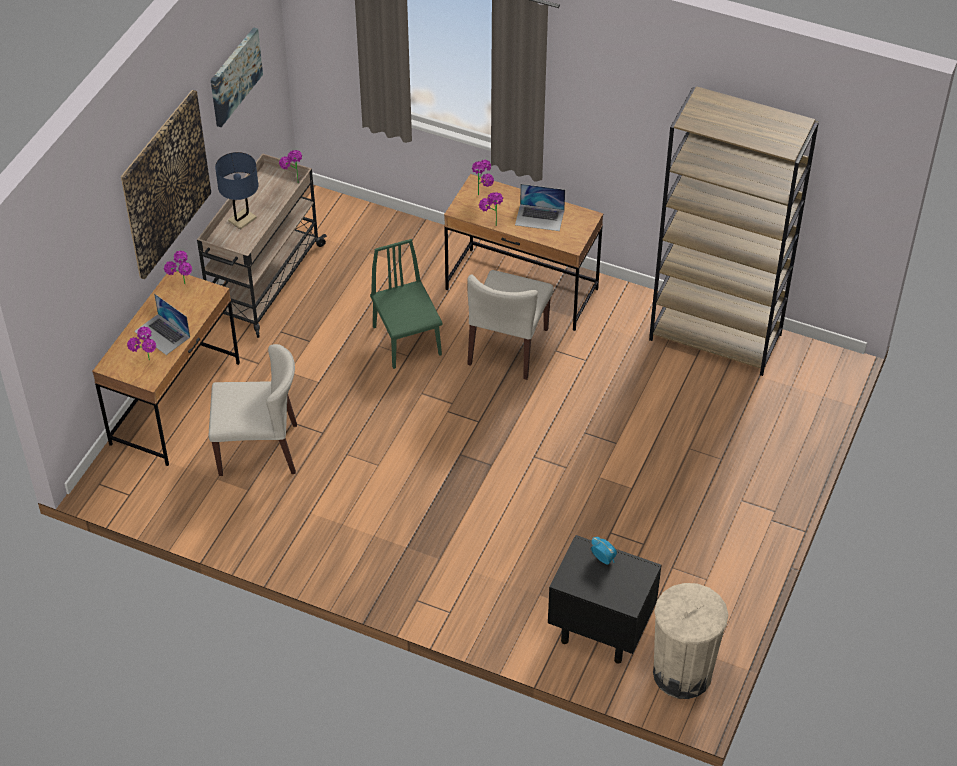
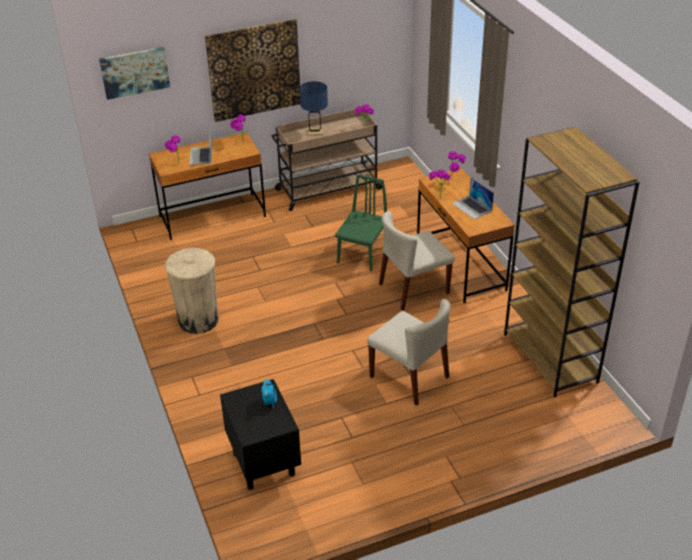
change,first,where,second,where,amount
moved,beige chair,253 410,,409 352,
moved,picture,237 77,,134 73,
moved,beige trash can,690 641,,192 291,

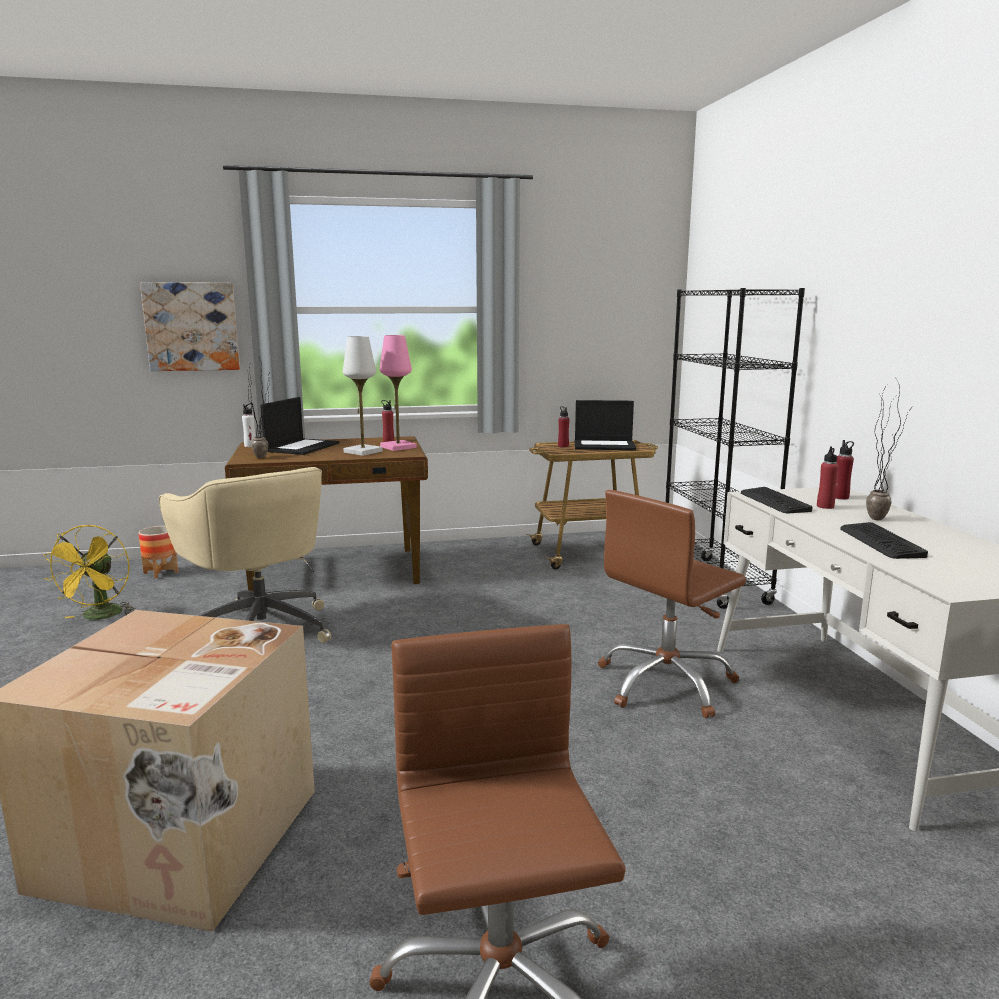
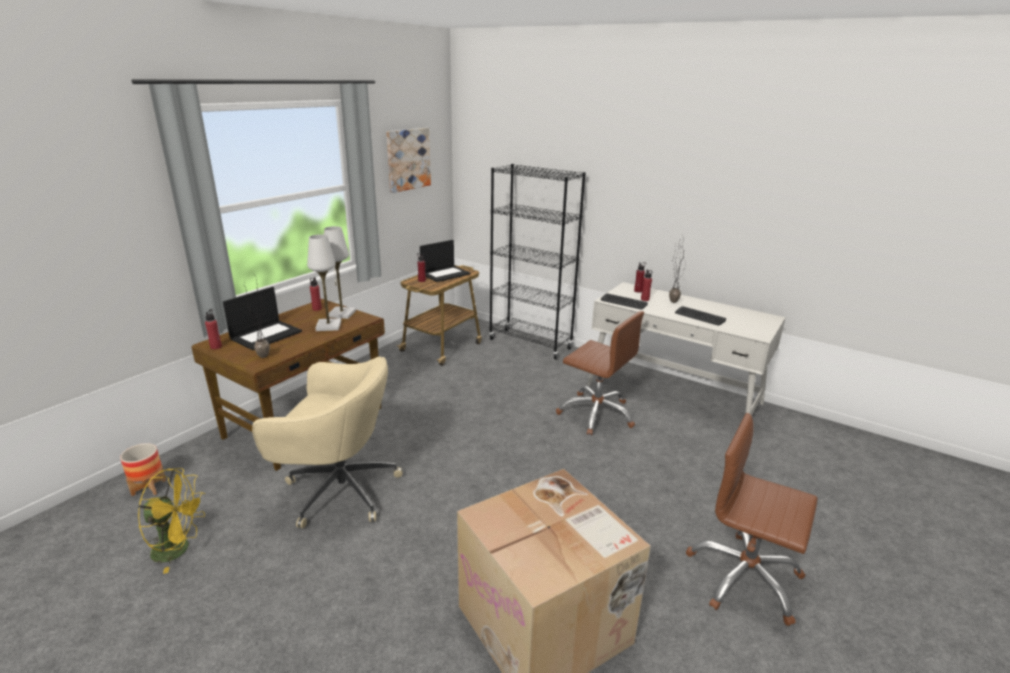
change,first,where,second,where,amount
moved,picture,190 326,,408 160,
recoloured,white bottle,249 425,red bottle,213 329,
recoloured,pink table lamp,398 393,white table lamp,340 272,
turned,yellow fan,89 572,,171 521,45 degrees counterclockwise
turned,laptop,299 426,,262 318,60 degrees clockwise
turned,brown office chair,672 604,,600 373,60 degrees counterclockwise

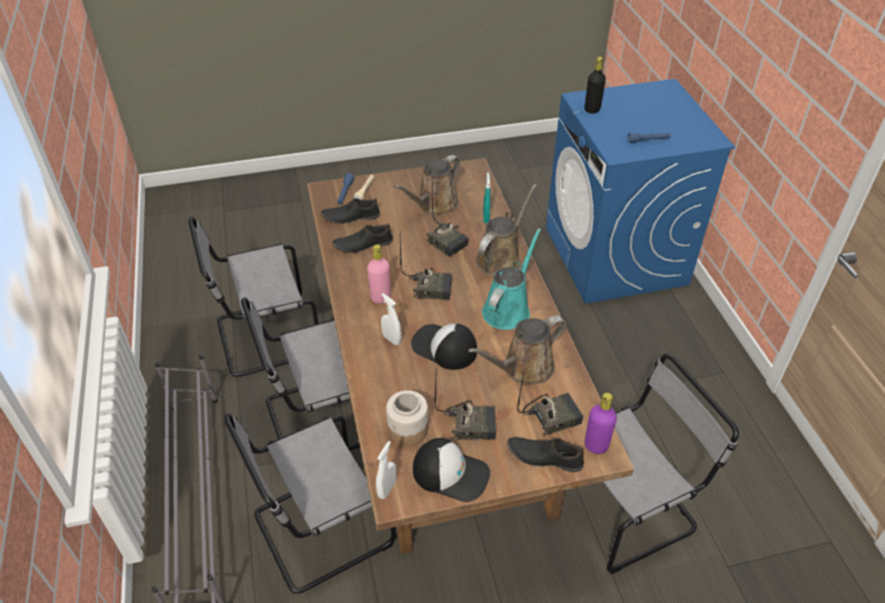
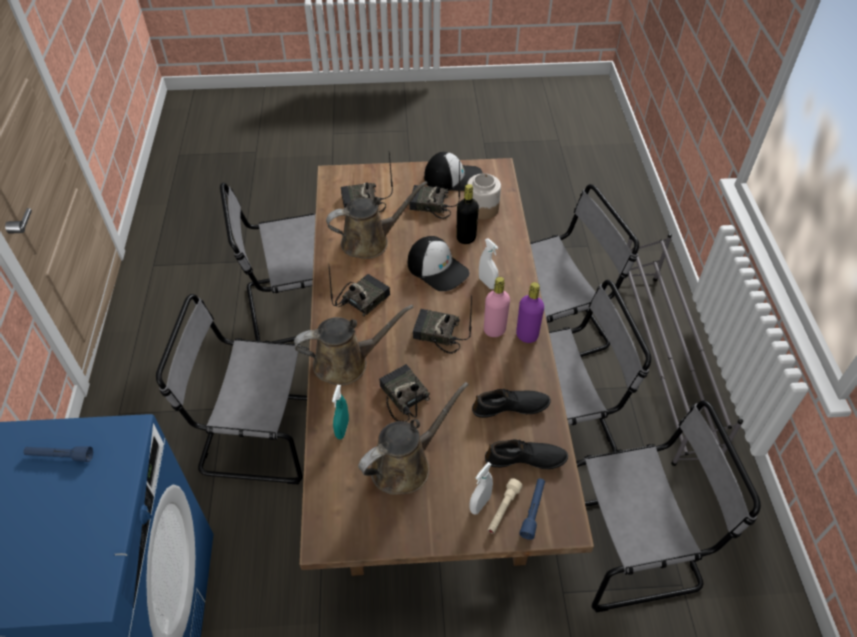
change,first,where,second,where,amount
removed,black shoe,545 454,,,
added,,,grey chair,232 389,
moved,white spray bottle,386 470,,481 488,
moved,black bottle,595 85,,467 214,
moved,purple bottle,601 423,,530 312,
replaced,turquoise watering can,511 279,radio,359 292,
turned,cap,451 470,,453 171,150 degrees clockwise
turned,brown watering can,506 230,,354 345,150 degrees counterclockwise

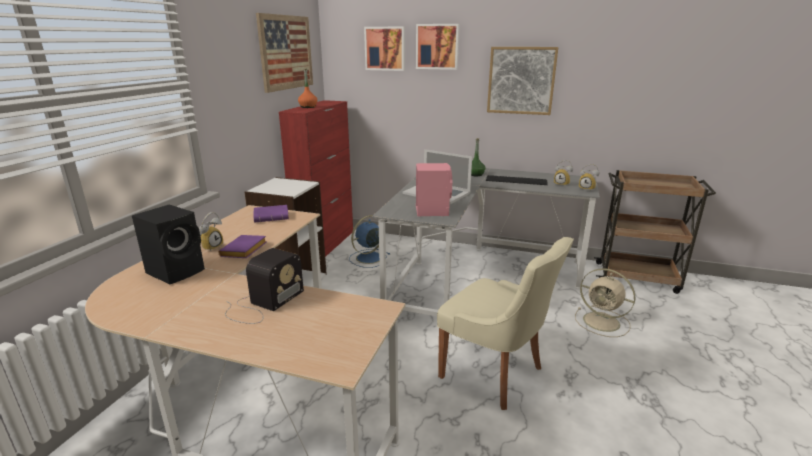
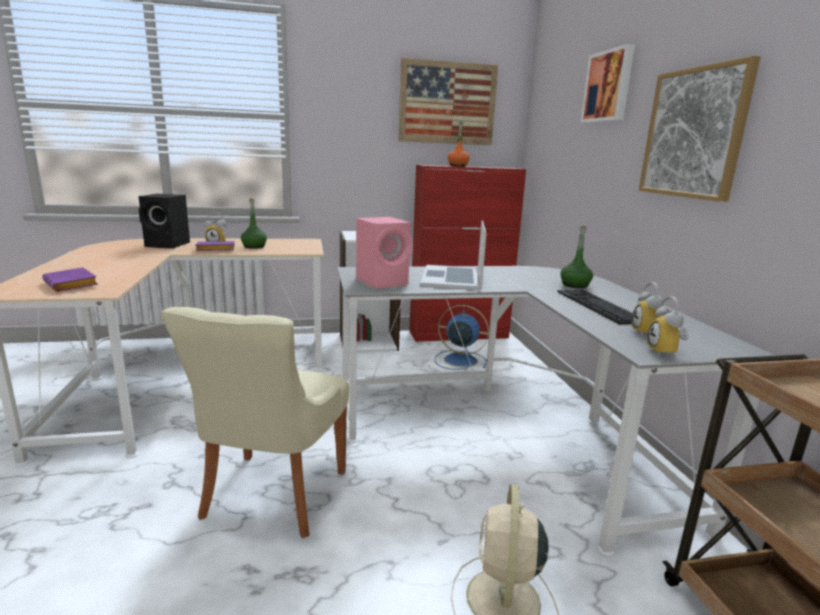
change,first,where,second,where,amount
removed,radio,264 286,,,
removed,picture,384 49,,,
added,,,green bottle,254 223,
moved,purple book,271 214,,70 279,

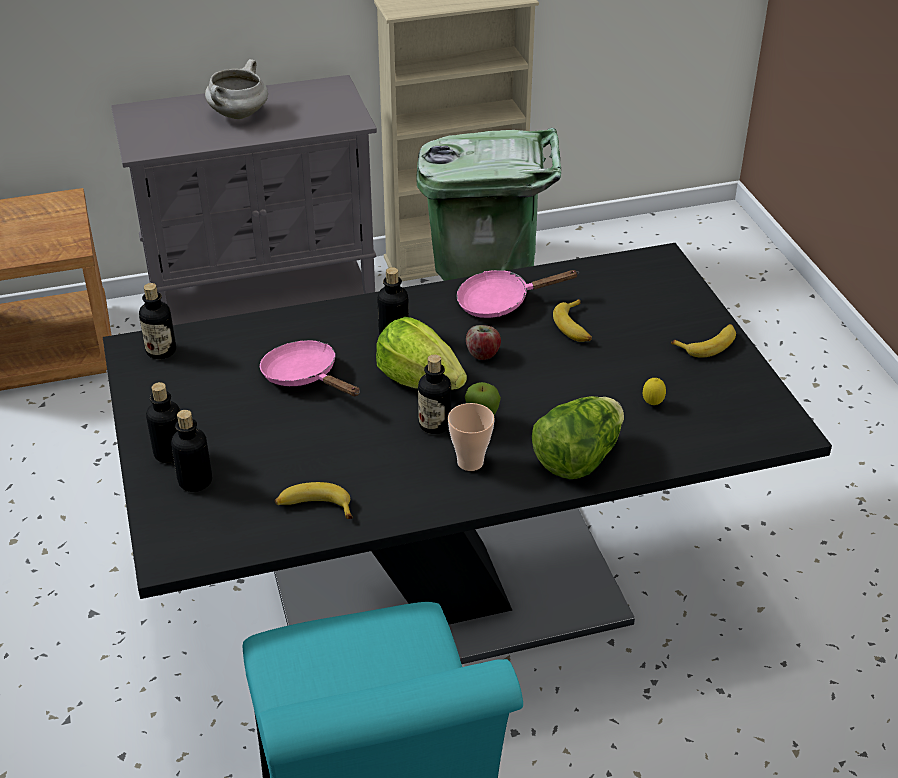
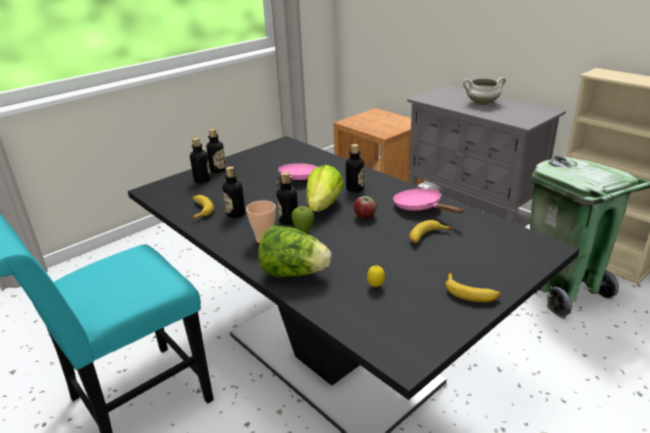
change,first,where,second,where,amount
moved,bottle,157 321,,233 192,

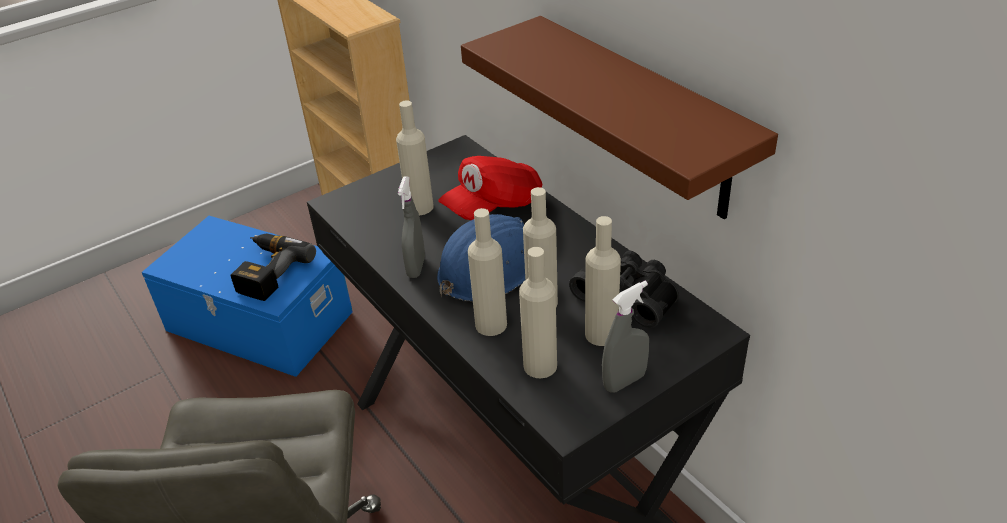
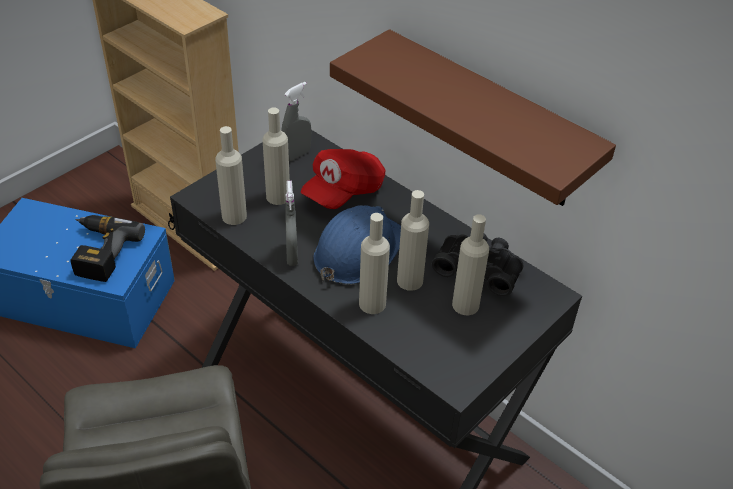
change,first,where,second,where,amount
moved,beige bottle,538 312,,231 175,
moved,grey spray bottle,625 337,,296 122,

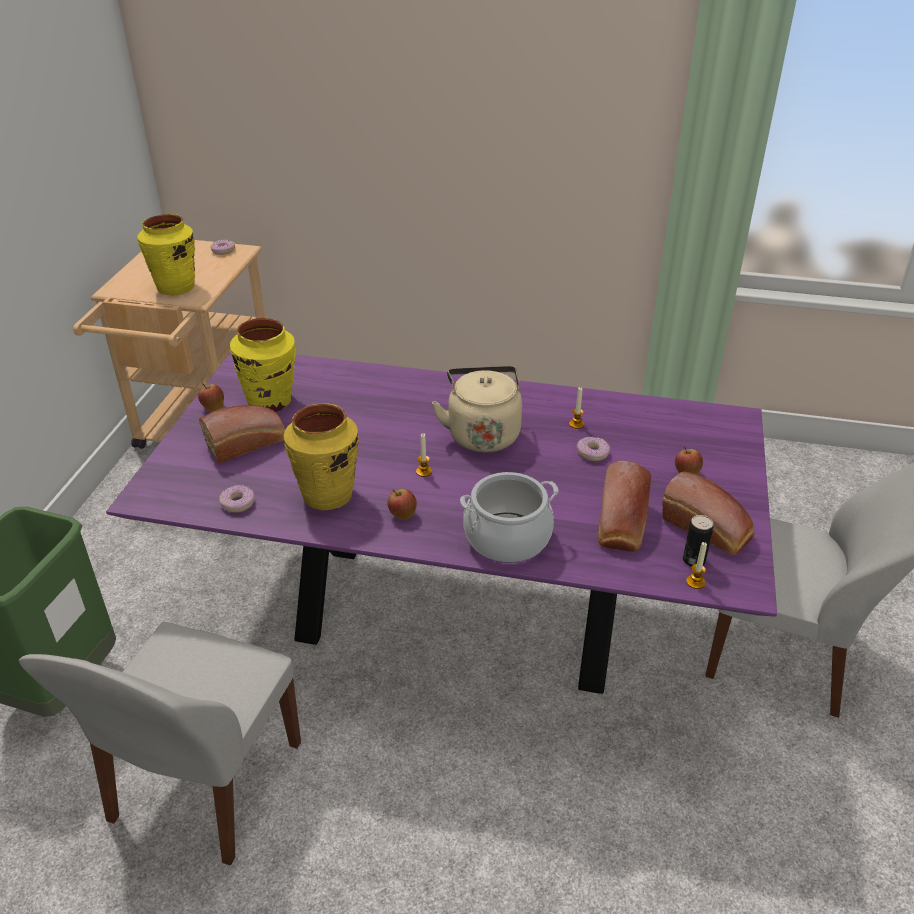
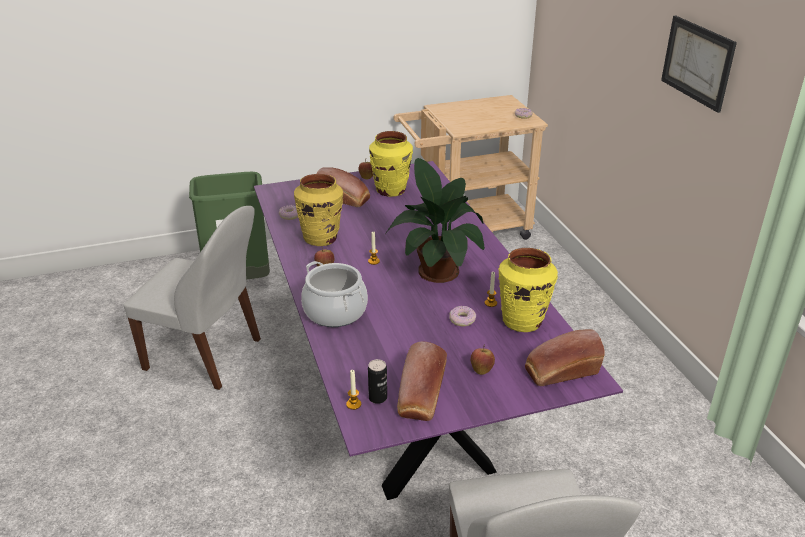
change,first,where,second,where,amount
added,,,picture,699 64,
moved,yellow vase,166 254,,528 290,
moved,bread,624 506,,565 357,
replaced,beige kettle,477 409,potted plant,435 220,
turned,white chair,160 744,,192 298,150 degrees counterclockwise

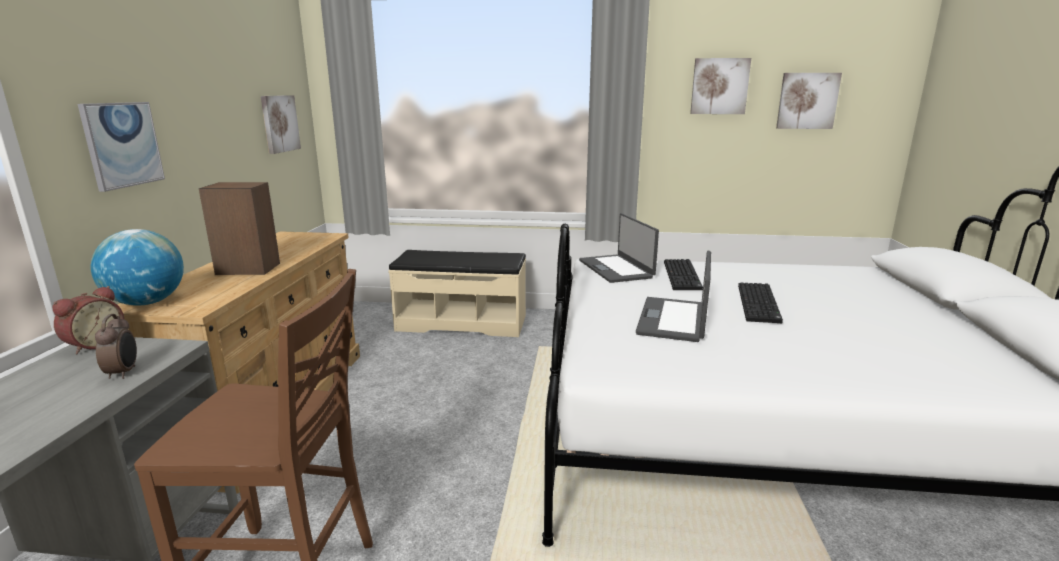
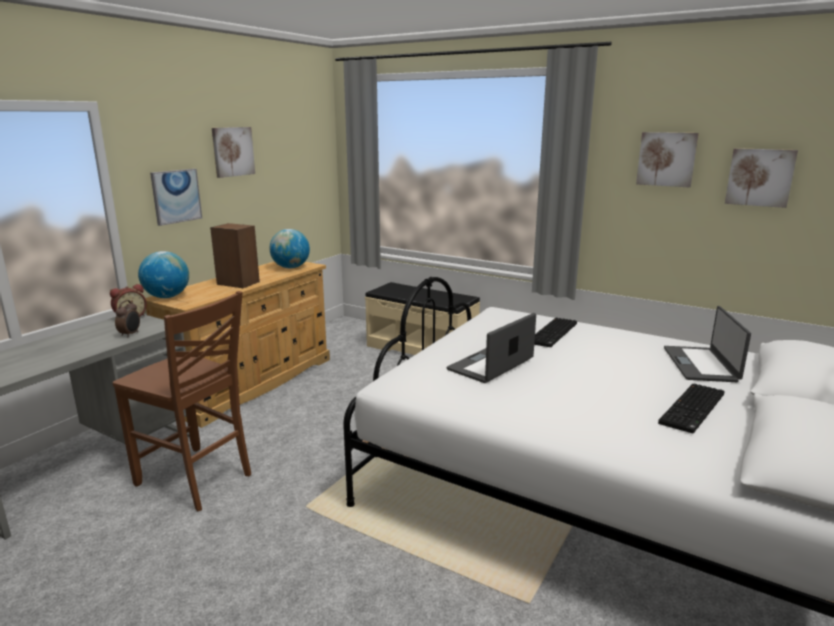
change,first,where,second,where,amount
added,,,globe,289 248,
moved,picture,281 124,,233 152,
moved,laptop,619 248,,707 344,
moved,keyboard,760 303,,691 408,

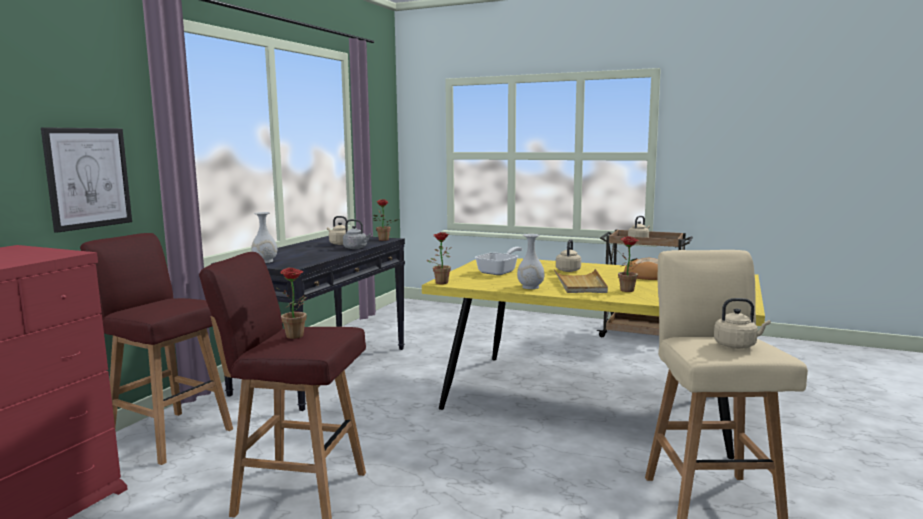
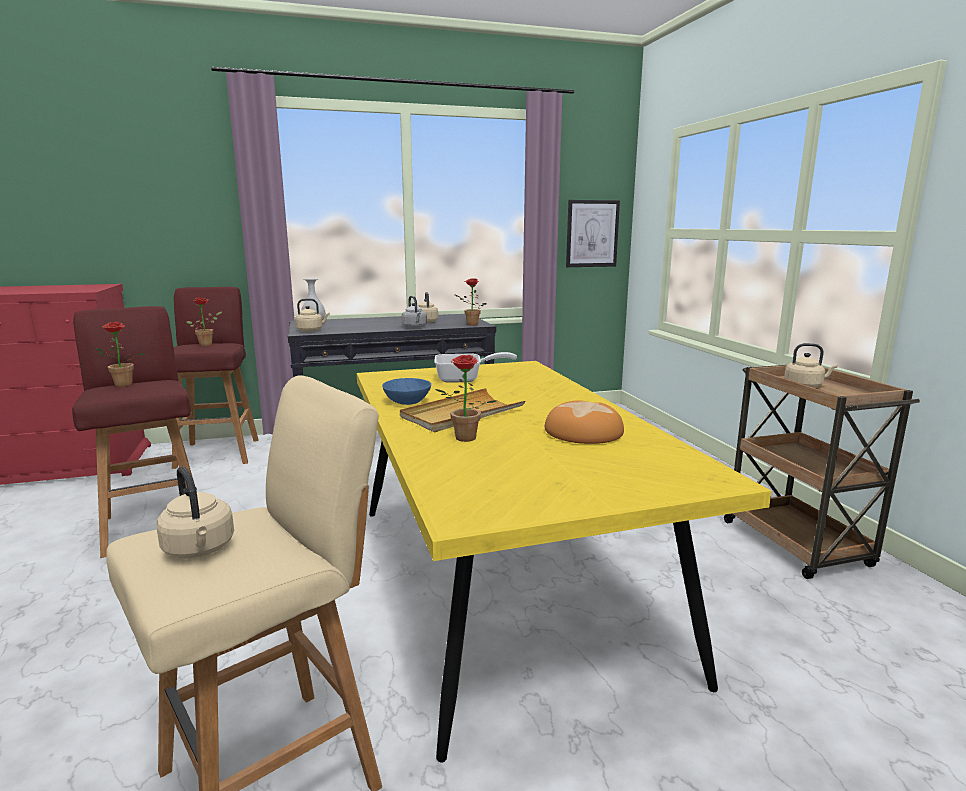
change,first,where,second,where,amount
moved,picture,86 180,,593 233,
moved,potted plant,438 258,,204 322,
moved,beige kettle,568 255,,312 315,
replaced,white vase,530 261,blue bowl,406 391,

